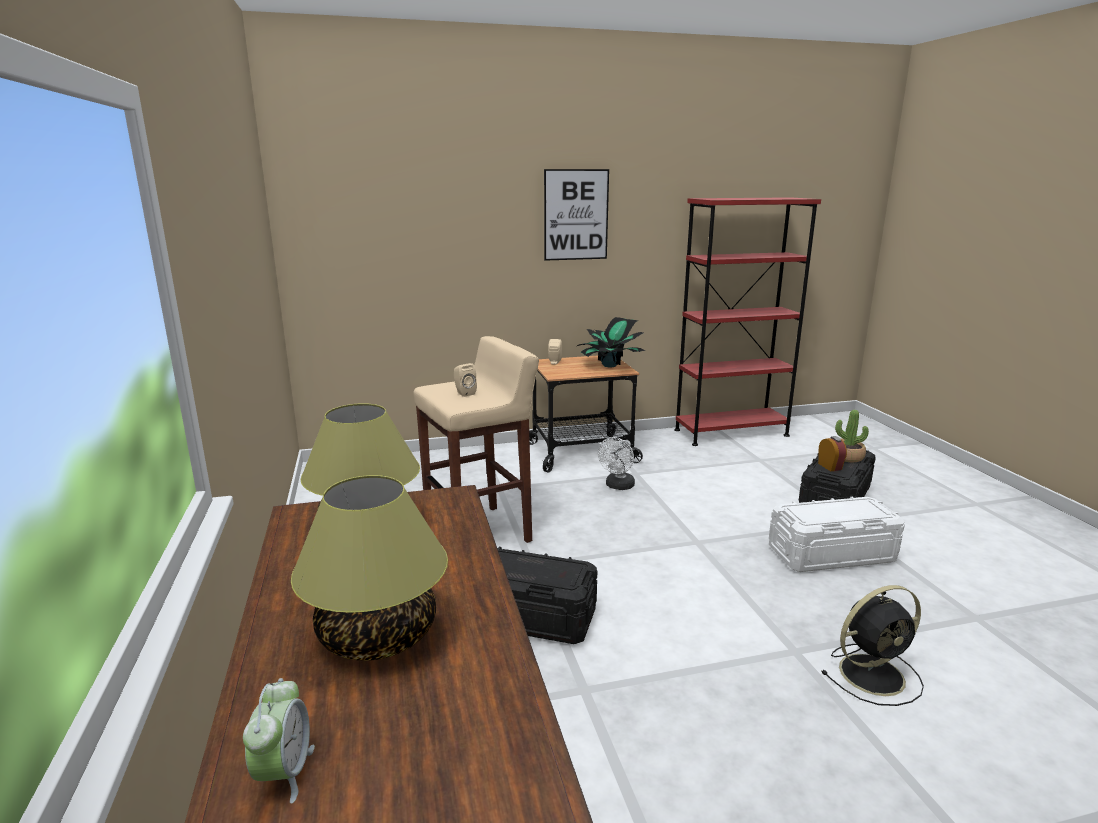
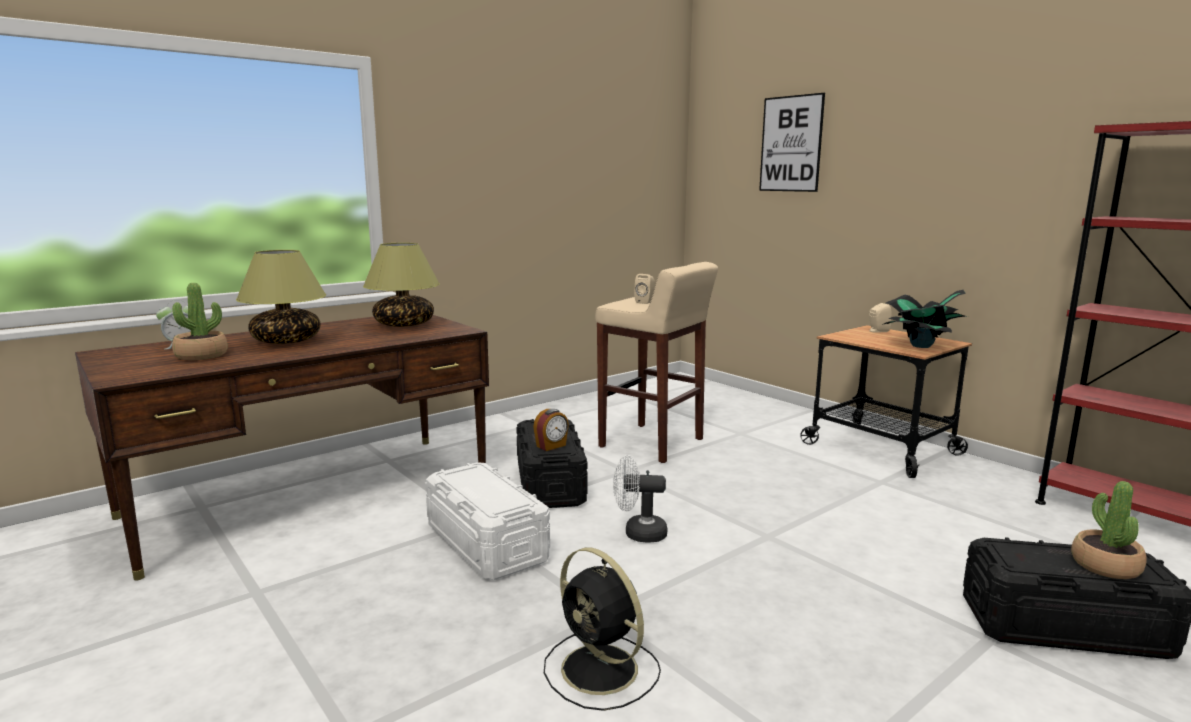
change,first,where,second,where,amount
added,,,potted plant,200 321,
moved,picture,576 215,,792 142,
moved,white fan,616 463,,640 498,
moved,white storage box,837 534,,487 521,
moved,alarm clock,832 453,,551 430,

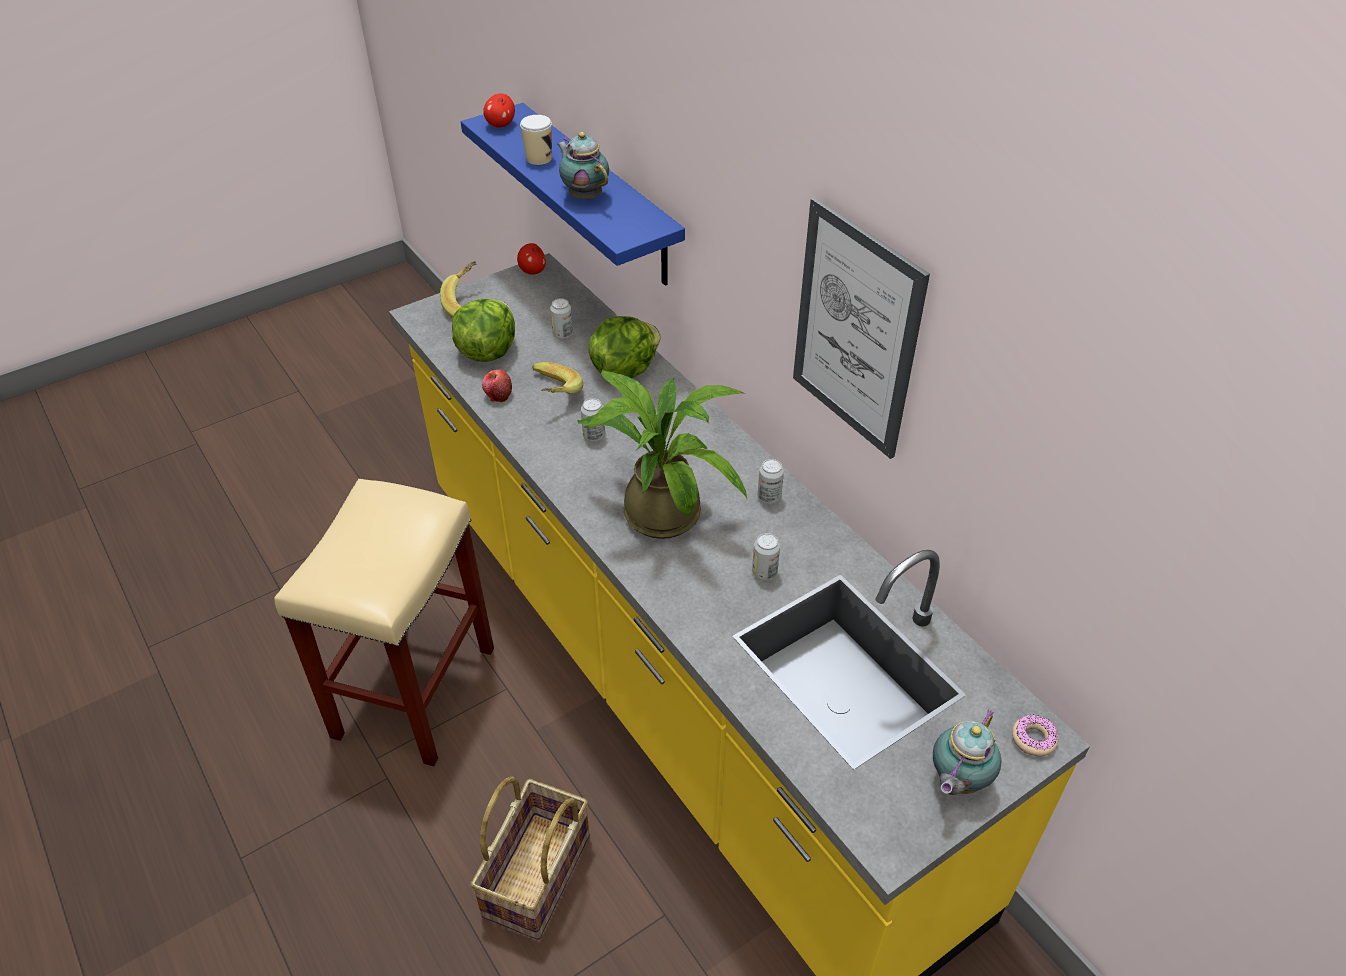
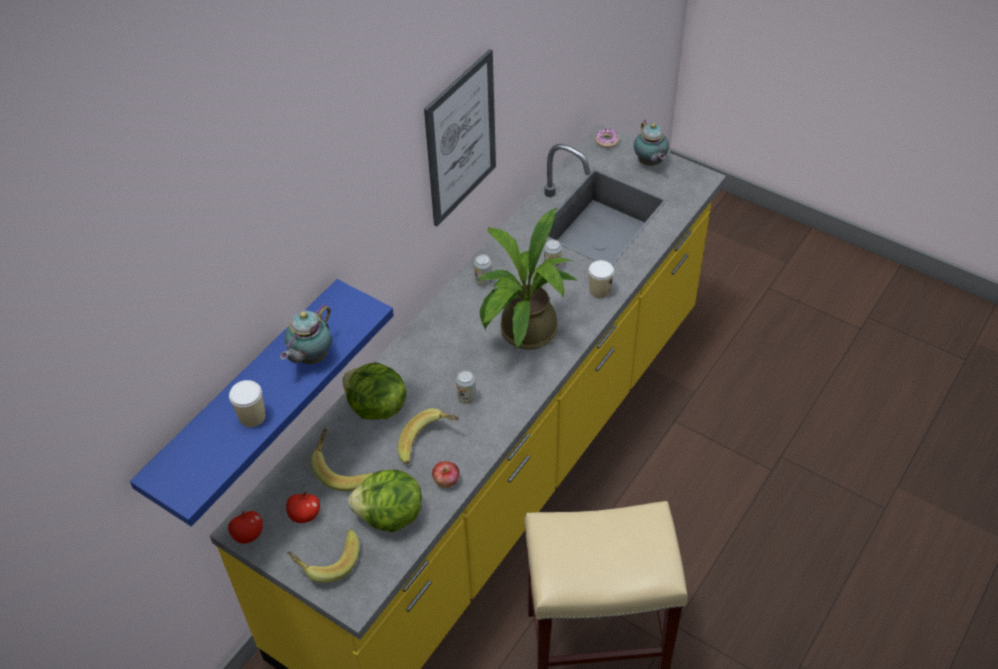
change,first,where,second,where,amount
removed,basket,529 858,,,
added,,,cup,601 279,
moved,apple,499 110,,303 507,
replaced,can,561 318,banana,341 459,
turned,teapot,967 752,,651 142,60 degrees clockwise

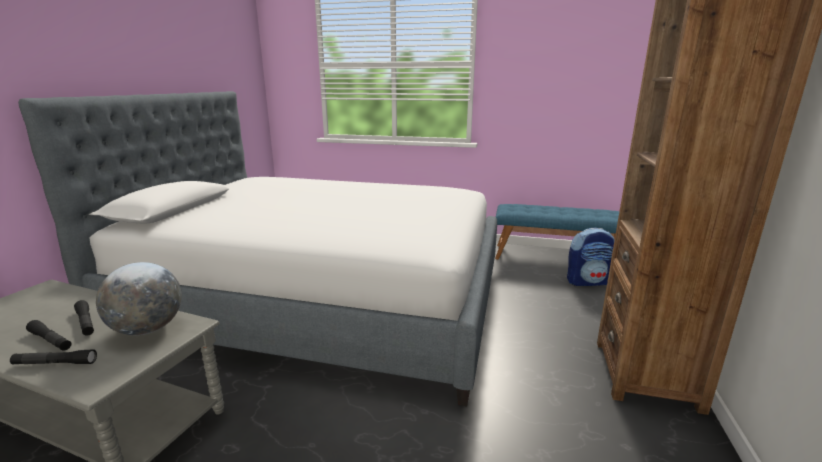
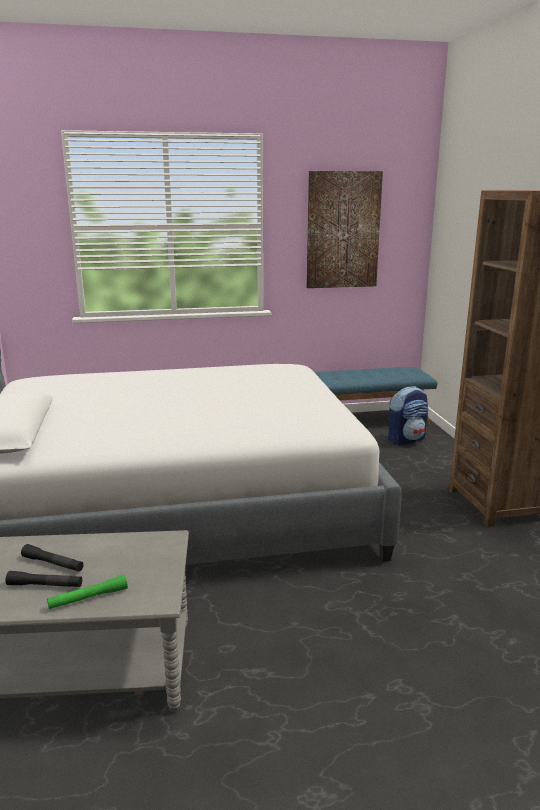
change,first,where,second,where,amount
removed,globe,139 298,,,
added,,,picture,344 229,
recoloured,black flashlight,53 357,green flashlight,87 592,

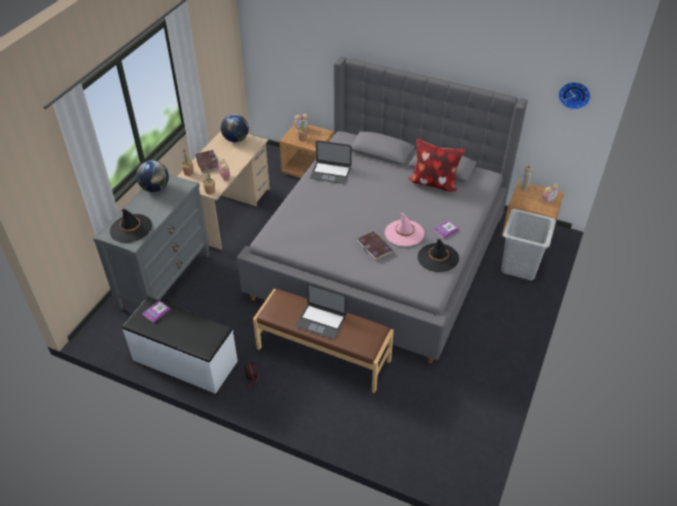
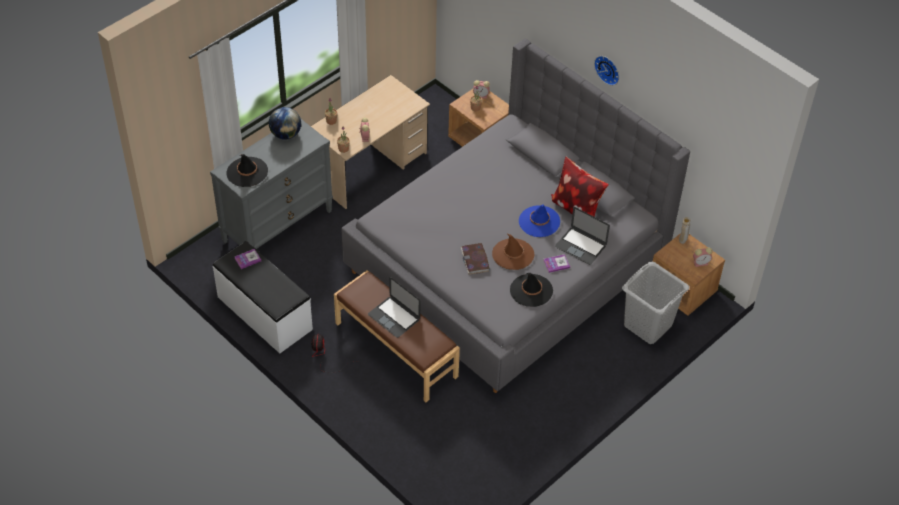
change,first,where,second,where,amount
removed,book,207 161,,,
removed,globe,235 128,,,
added,,,blue hat,539 220,
moved,laptop,331 162,,582 236,
moved,wall clock,574 96,,606 71,
recoloured,pink hat,405 229,brown hat,513 252,

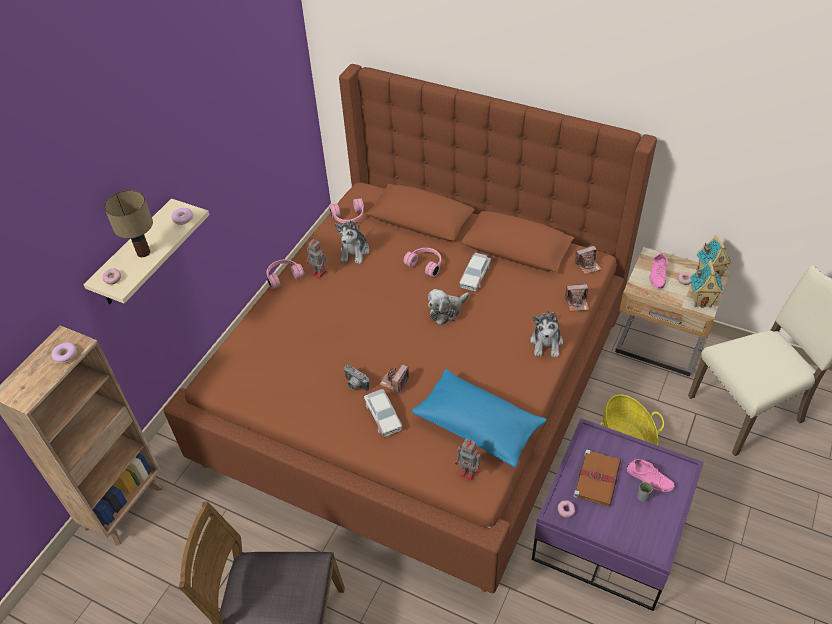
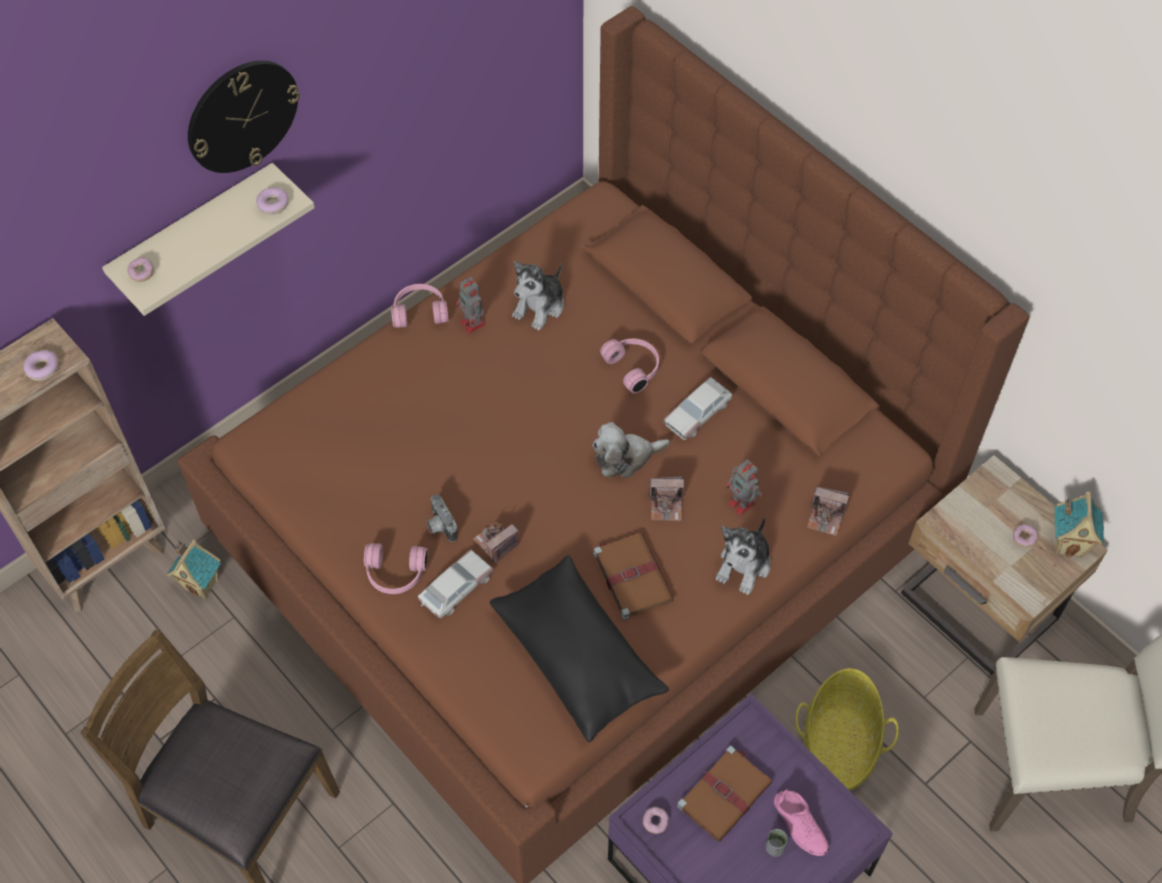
change,first,where,second,where,amount
removed,table lamp,128 223,,,
removed,pink shoe,658 271,,,
added,,,wall clock,244 117,
added,,,brown book,633 576,
moved,pink headphones,346 210,,396 568,
moved,toy robot,469 459,,744 487,
moved,photo camera,588 260,,666 498,
moved,toy house,707 284,,194 569,
recoloured,blue pillow,479 418,black pillow,579 649,
turned,toy car,383 413,,456 584,135 degrees counterclockwise

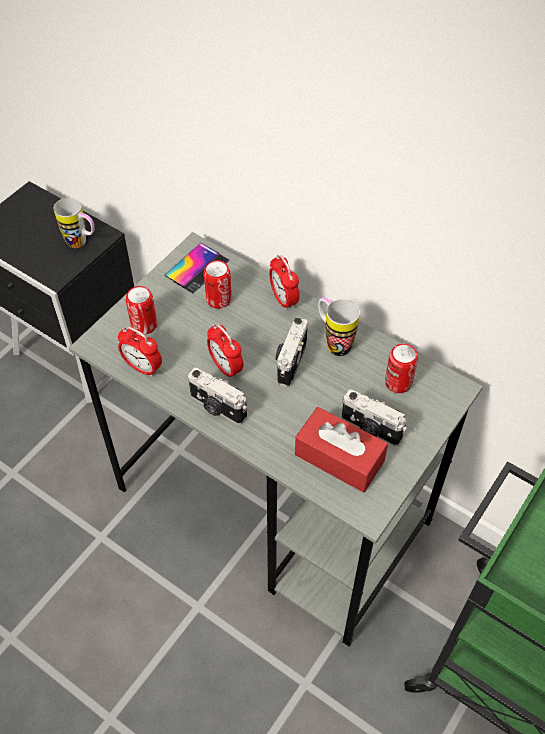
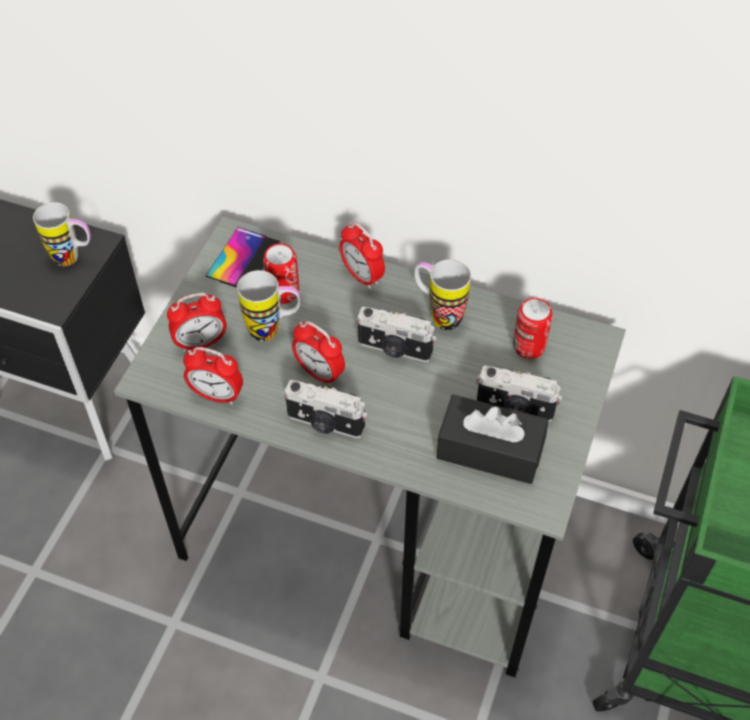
change,first,where,second,where,amount
added,,,mug,269 305,
replaced,can,141 310,alarm clock,197 322,
recoloured,red tissue box,341 450,black tissue box,492 439,
turned,photo camera,292 352,,396 334,75 degrees counterclockwise

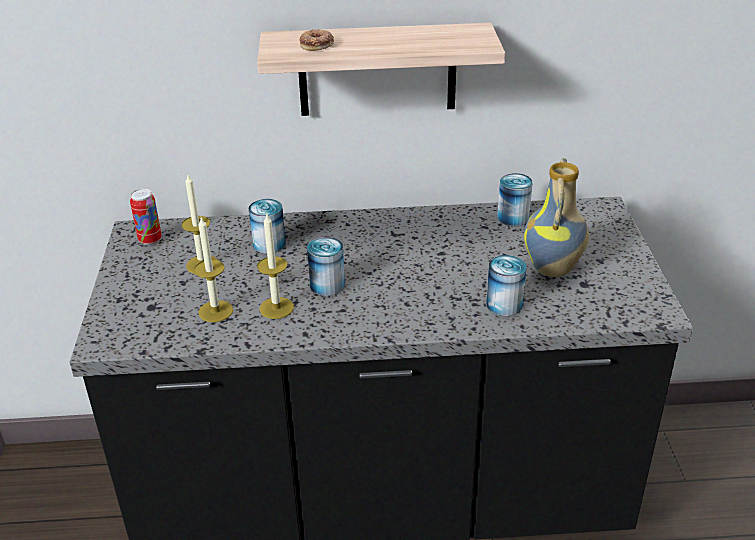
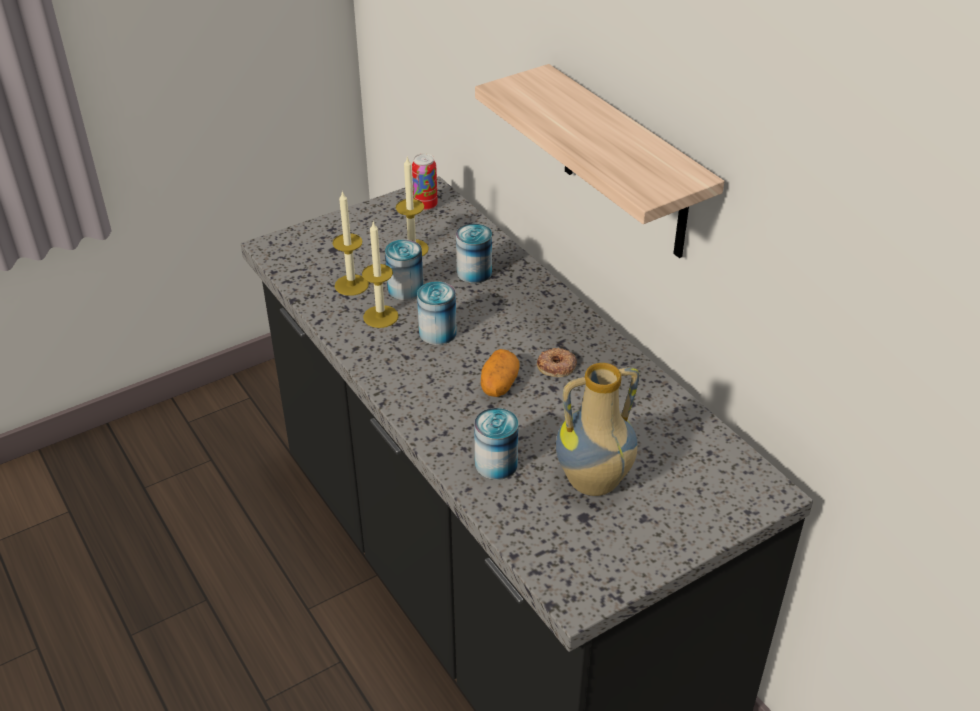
change,first,where,second,where,amount
added,,,potato,500 373,
moved,donut,316 40,,557 362,
moved,can,515 199,,404 269,

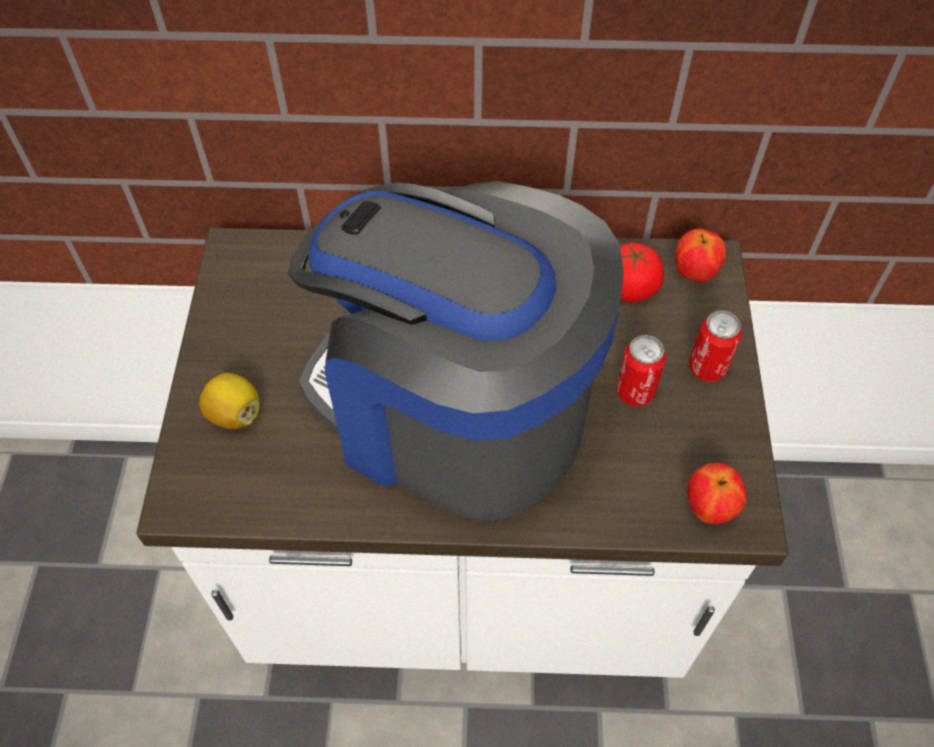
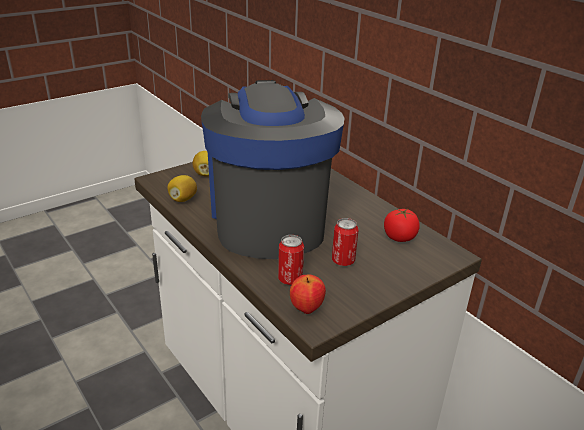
change,first,where,second,where,amount
removed,apple,700 255,,,
added,,,lemon,182 188,
moved,can,715 346,,291 260,

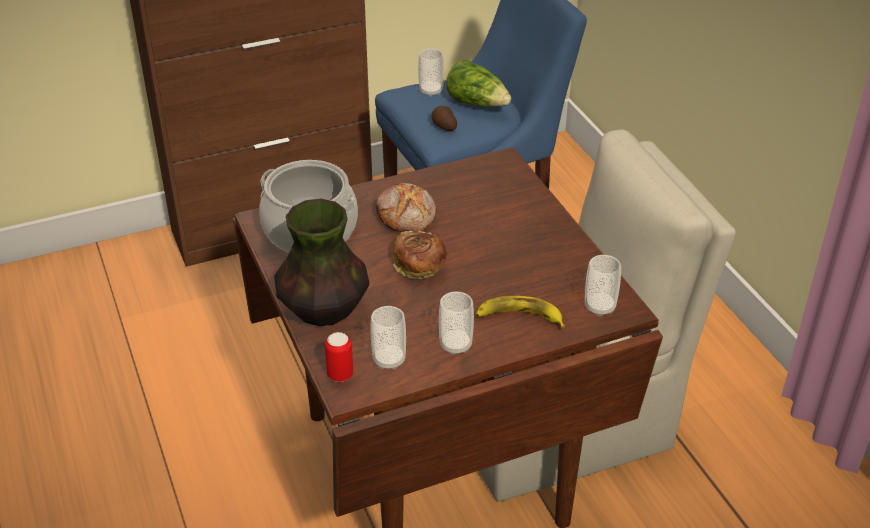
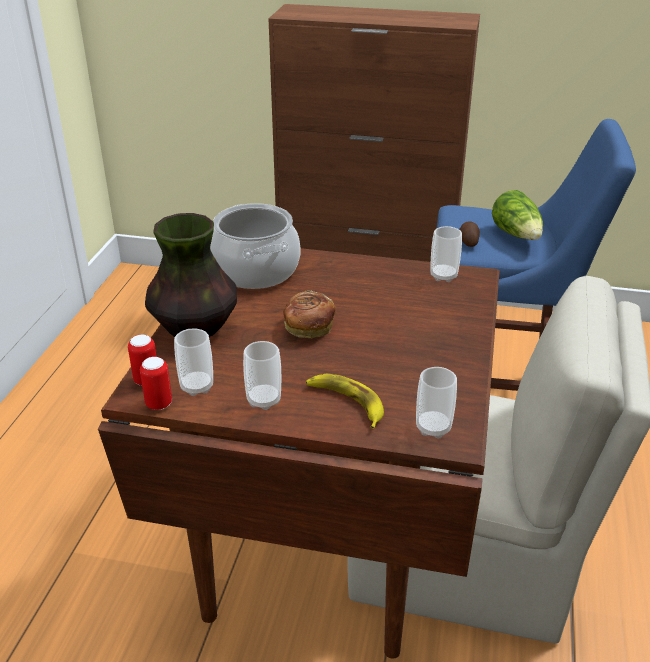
change,first,where,second,where,amount
removed,bread,406 207,,,
added,,,can,156 383,
moved,cup,431 73,,446 254,

